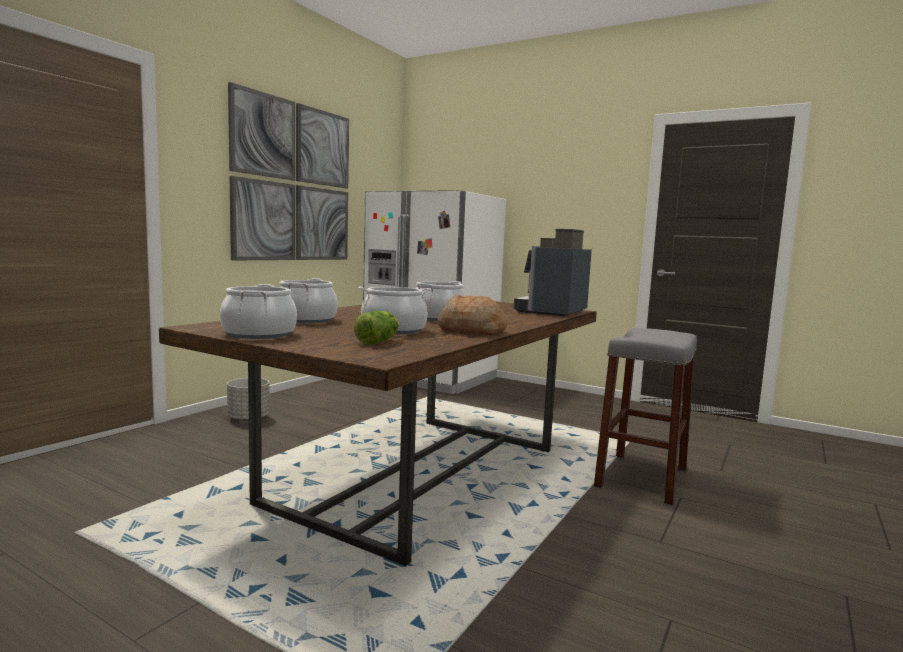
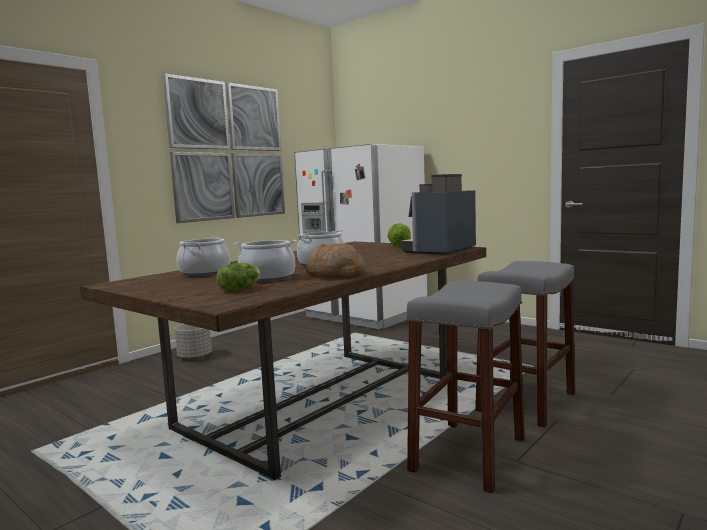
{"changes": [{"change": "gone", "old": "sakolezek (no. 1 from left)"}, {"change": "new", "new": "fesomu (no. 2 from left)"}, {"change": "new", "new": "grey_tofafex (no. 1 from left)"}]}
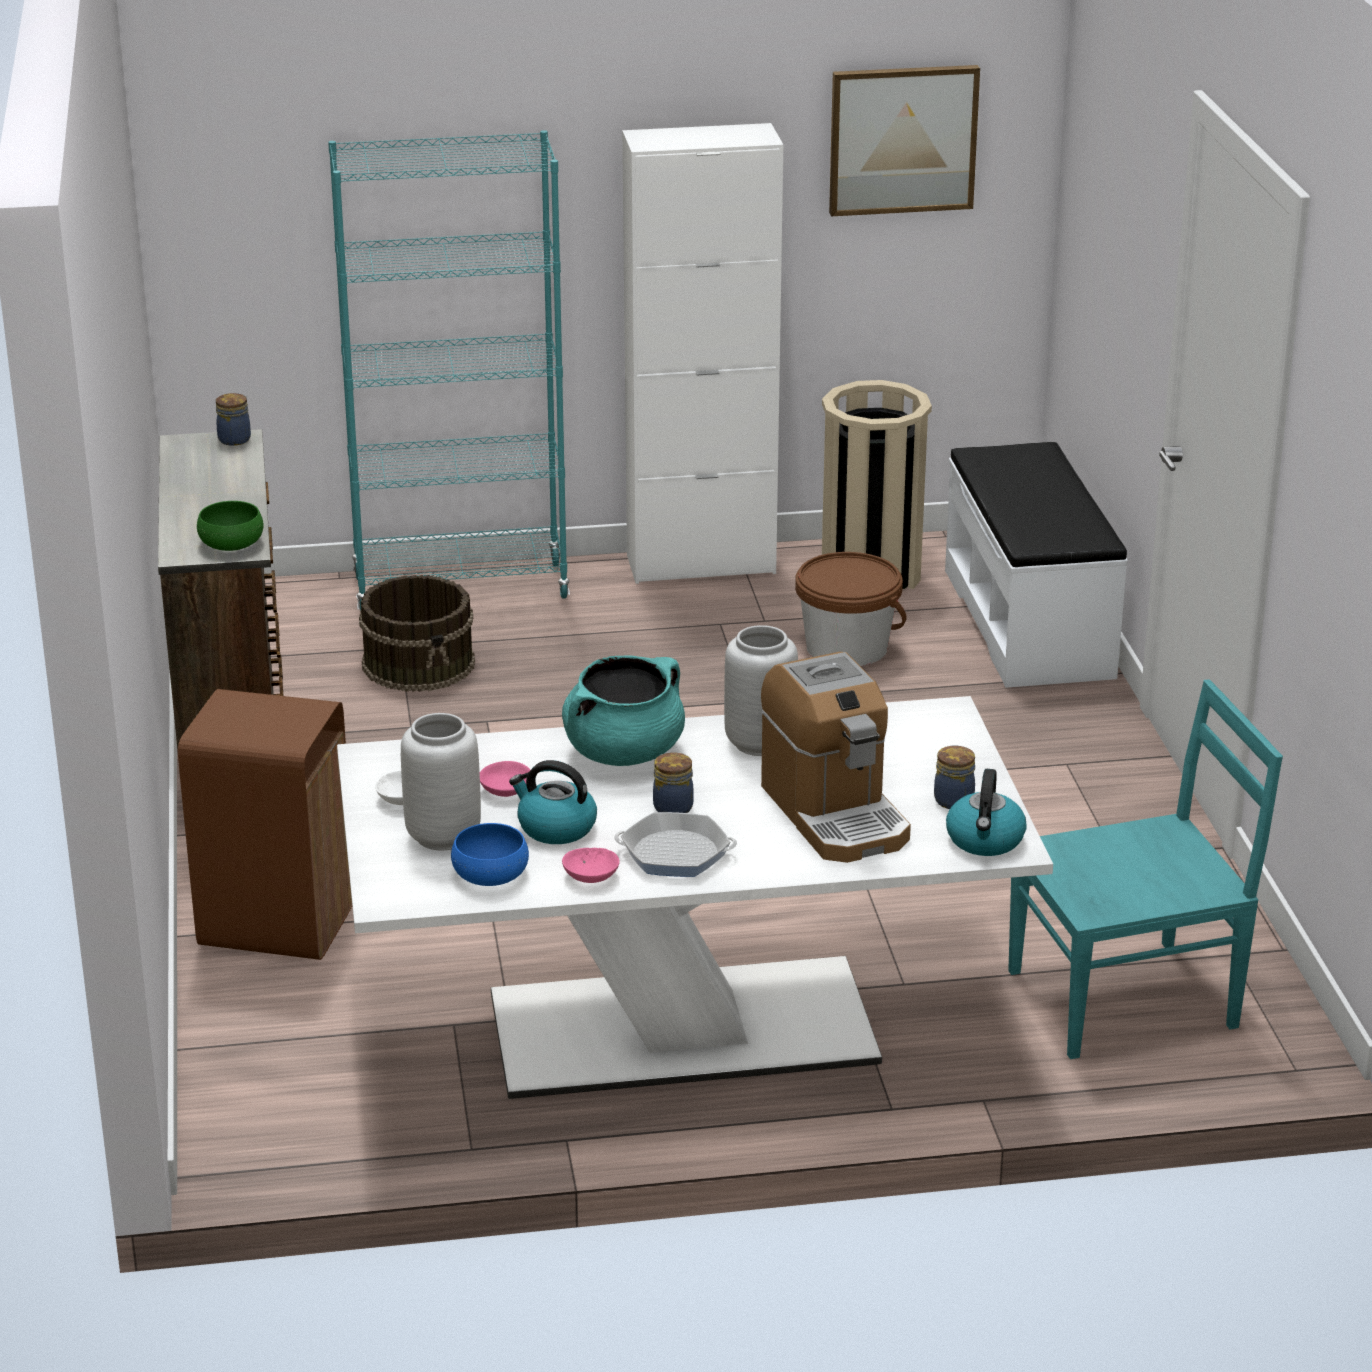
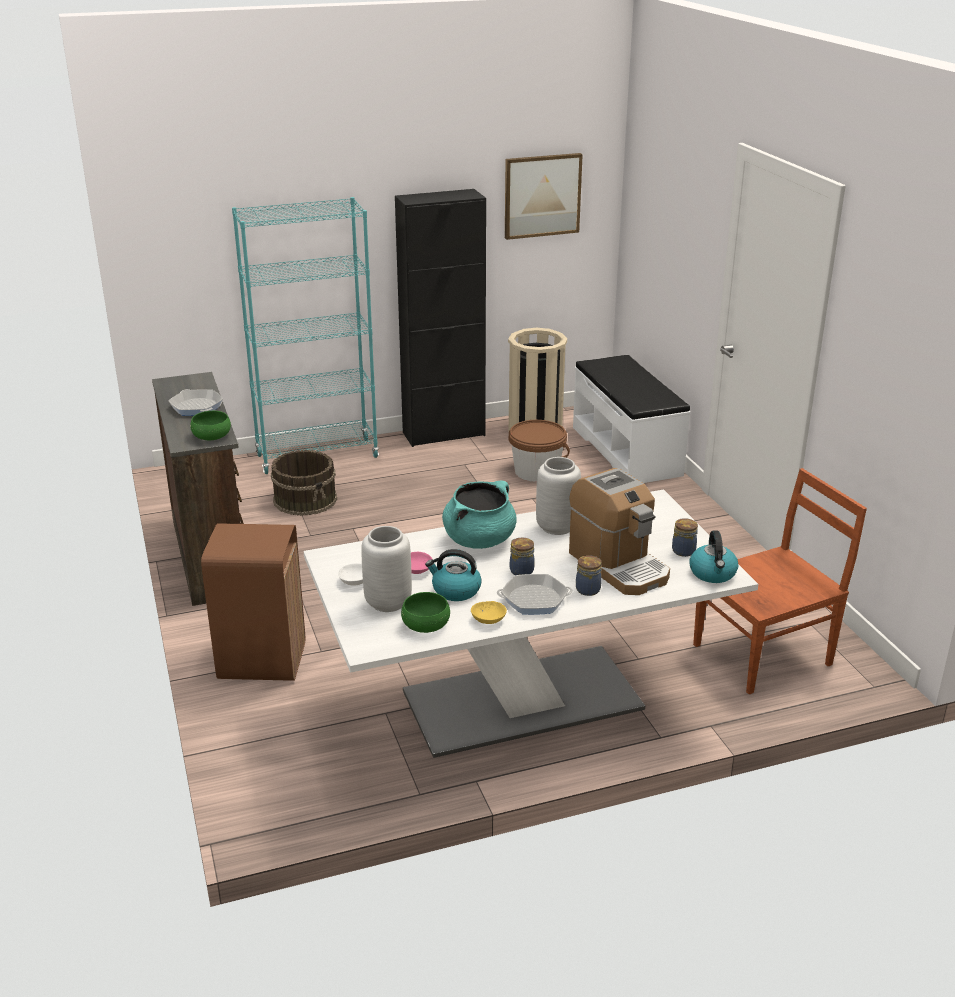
{"changes": [{"change": "shifted", "old": "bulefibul (no. 1 from left in the first image)", "new": "bulefibul (no. 2 from left)"}, {"change": "repainted", "old": "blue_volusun", "new": "green_volusun (no. 2 from left)"}, {"change": "repainted", "old": "pink_volusun (no. 2 from left)", "new": "yellow_volusun"}, {"change": "repainted", "old": "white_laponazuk", "new": "black_laponazuk"}, {"change": "repainted", "old": "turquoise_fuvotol", "new": "brown_fuvotol"}, {"change": "new", "new": "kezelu (no. 1 from left)"}]}
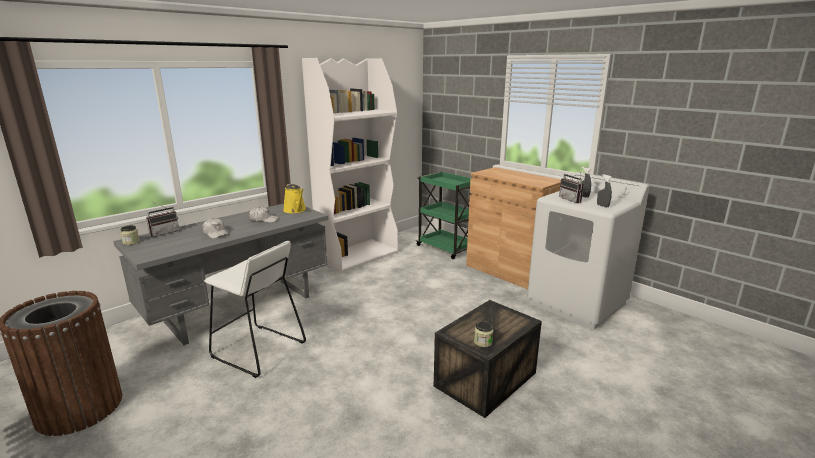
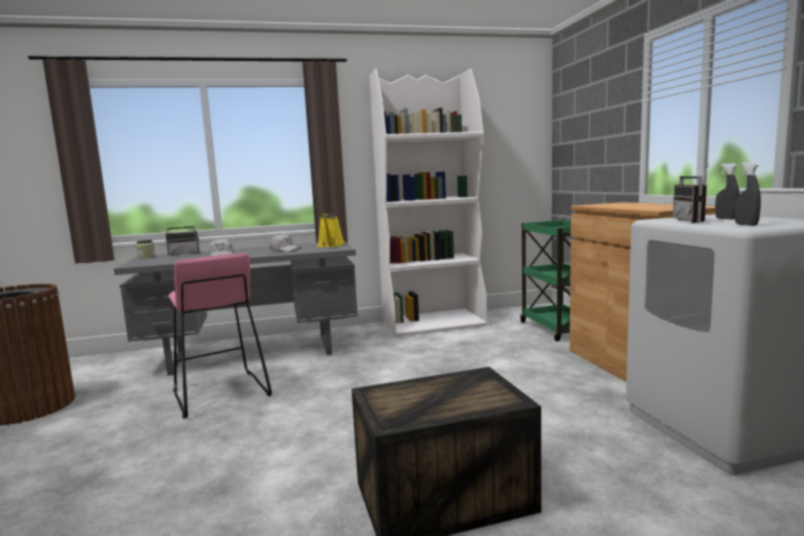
{"changes": [{"change": "repainted", "old": "white_tofafex", "new": "pink_tofafex"}, {"change": "gone", "old": "bulefibul (no. 2 from left)"}]}
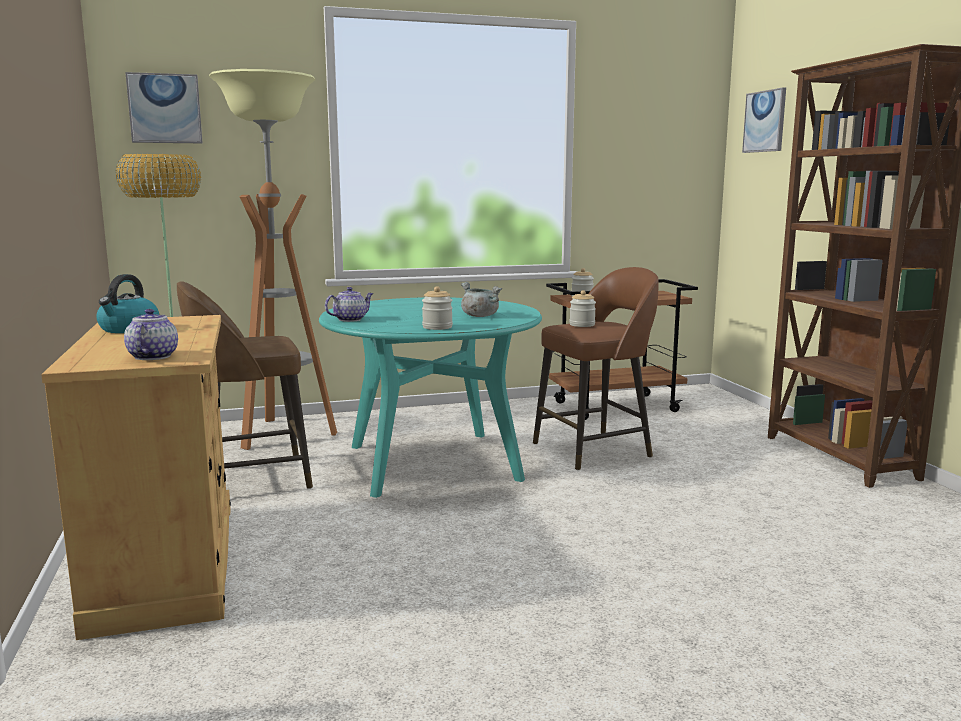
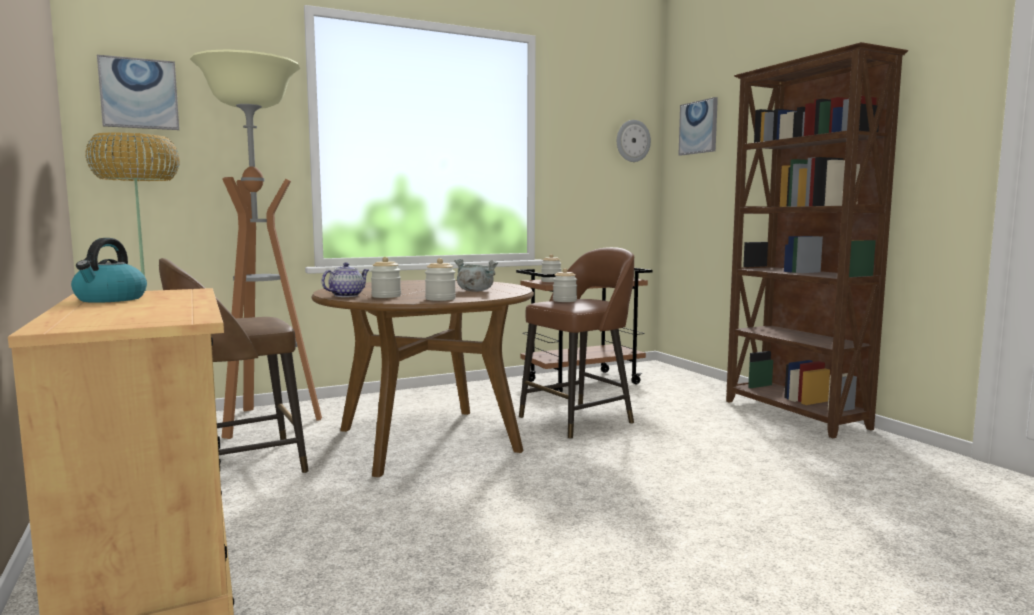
{"changes": [{"change": "gone", "old": "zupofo (no. 1 from left)"}, {"change": "repainted", "old": "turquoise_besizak", "new": "brown_besizak"}, {"change": "new", "new": "bulefibul (no. 1 from left)"}, {"change": "new", "new": "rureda"}]}
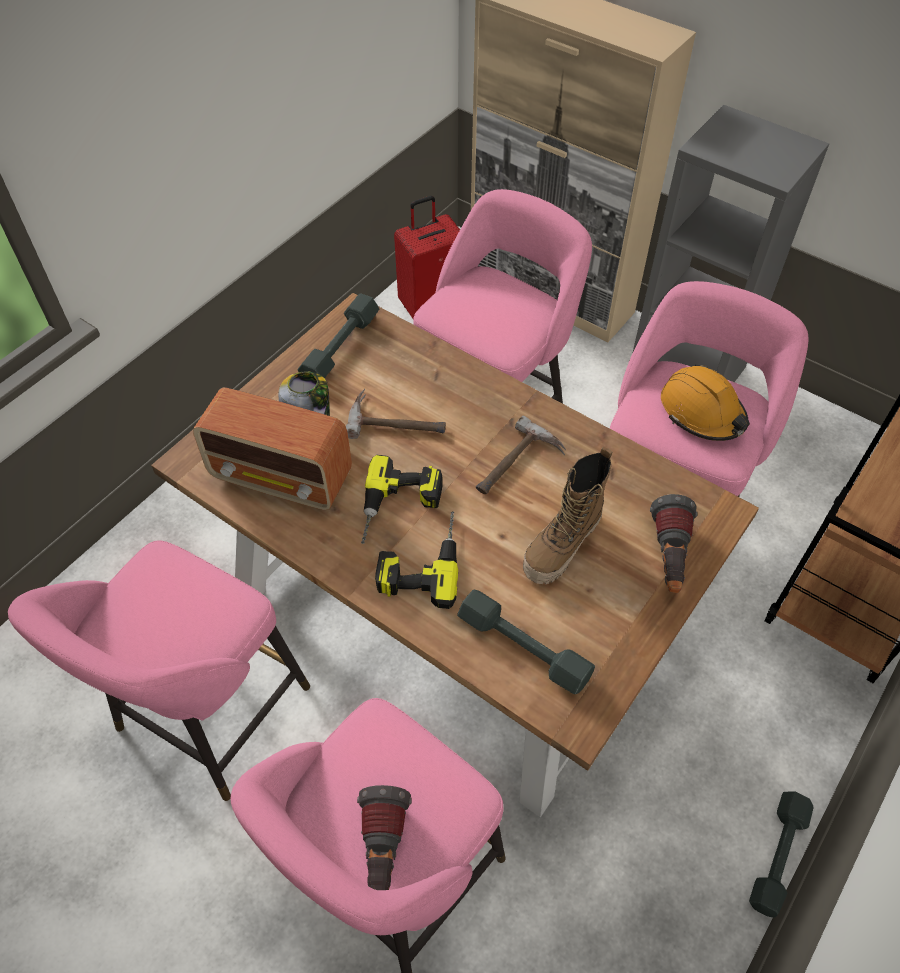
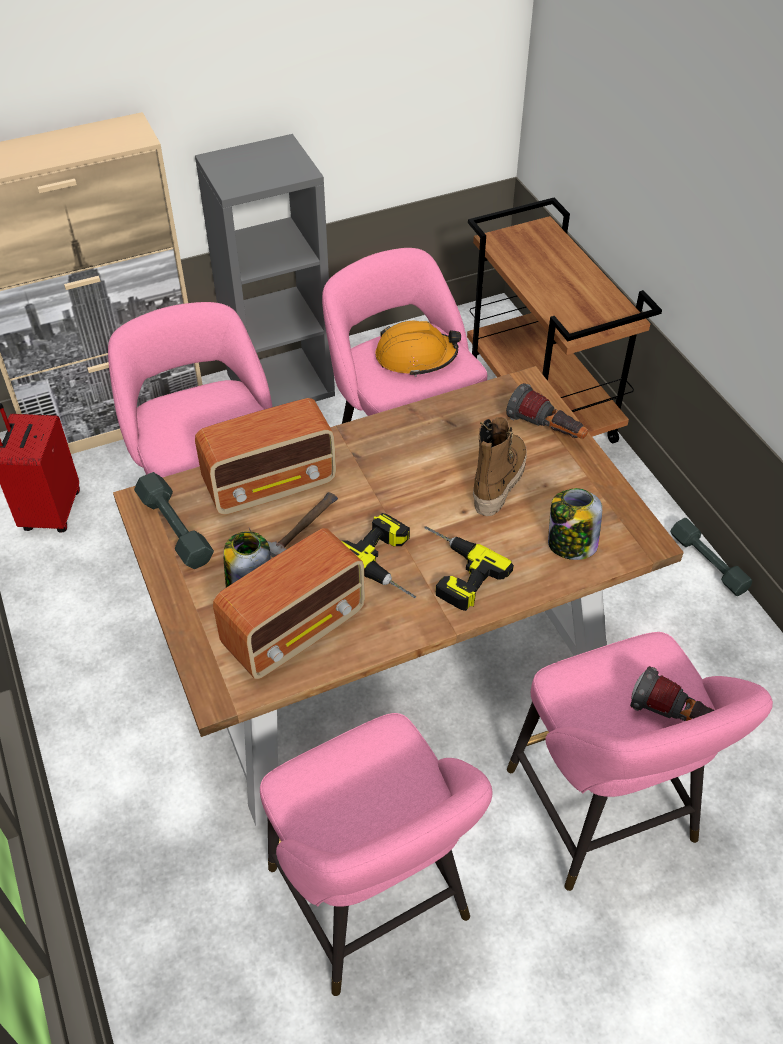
{"changes": [{"change": "swapped", "old": "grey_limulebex (no. 2 from left)", "new": "bulefibul (no. 2 from left)"}, {"change": "gone", "old": "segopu (no. 2 from left)"}, {"change": "rotated", "old": "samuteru", "degrees": -135}, {"change": "new", "new": "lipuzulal (no. 1 from left)"}]}
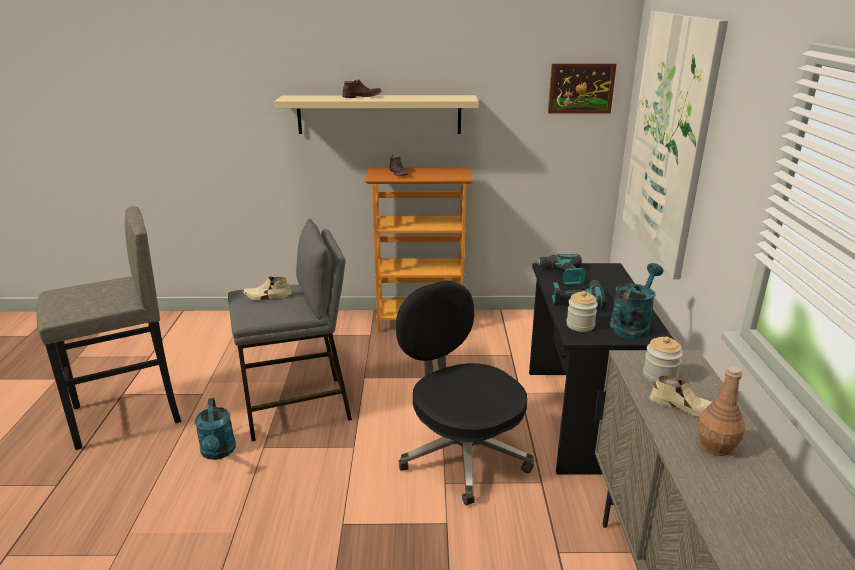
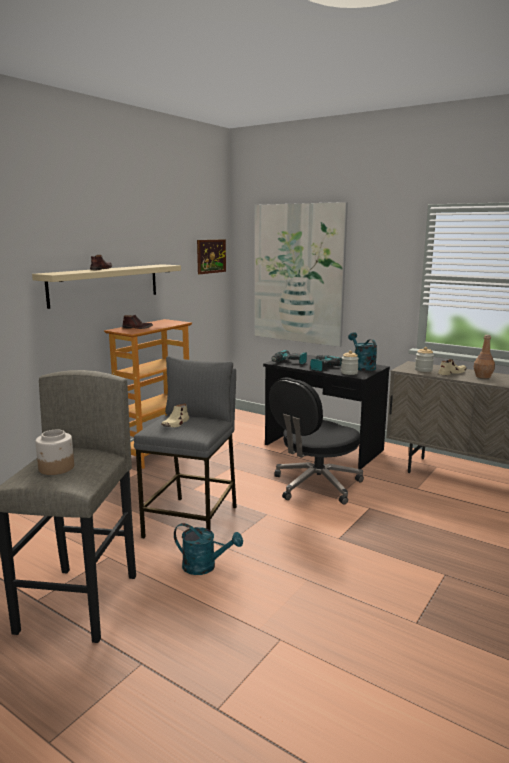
{"changes": [{"change": "rotated", "old": "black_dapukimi", "degrees": -45}, {"change": "new", "new": "bulefibul (no. 1 from left)"}]}
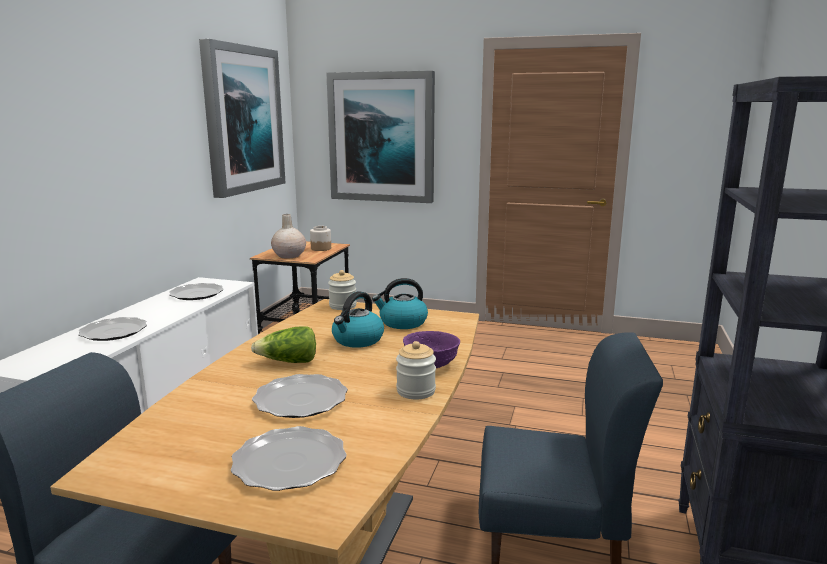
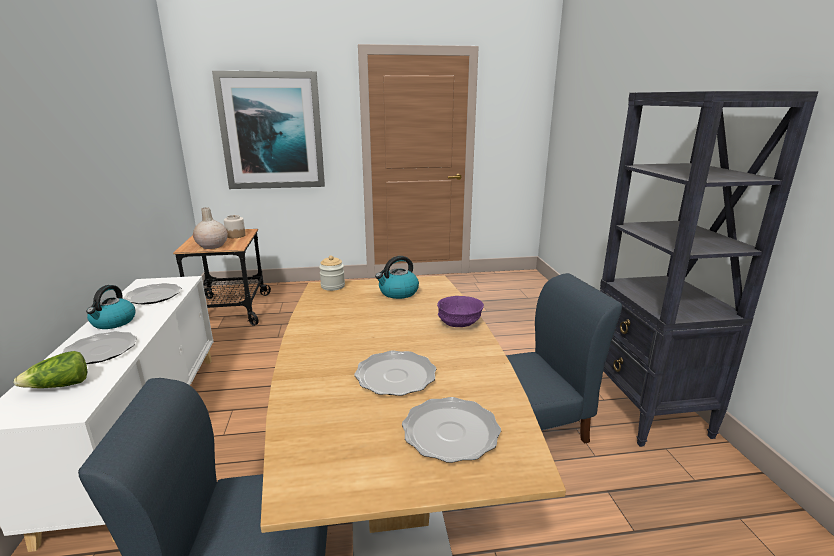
{"changes": [{"change": "gone", "old": "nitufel (no. 1 from left)"}, {"change": "shifted", "old": "fesomu"}, {"change": "shifted", "old": "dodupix (no. 1 from left)"}, {"change": "gone", "old": "bulefibul (no. 3 from left)"}]}
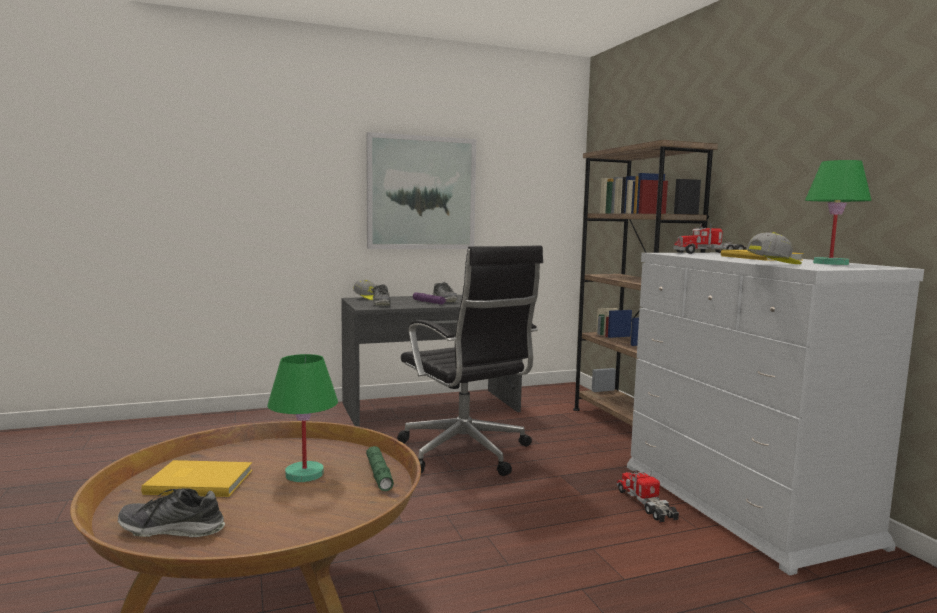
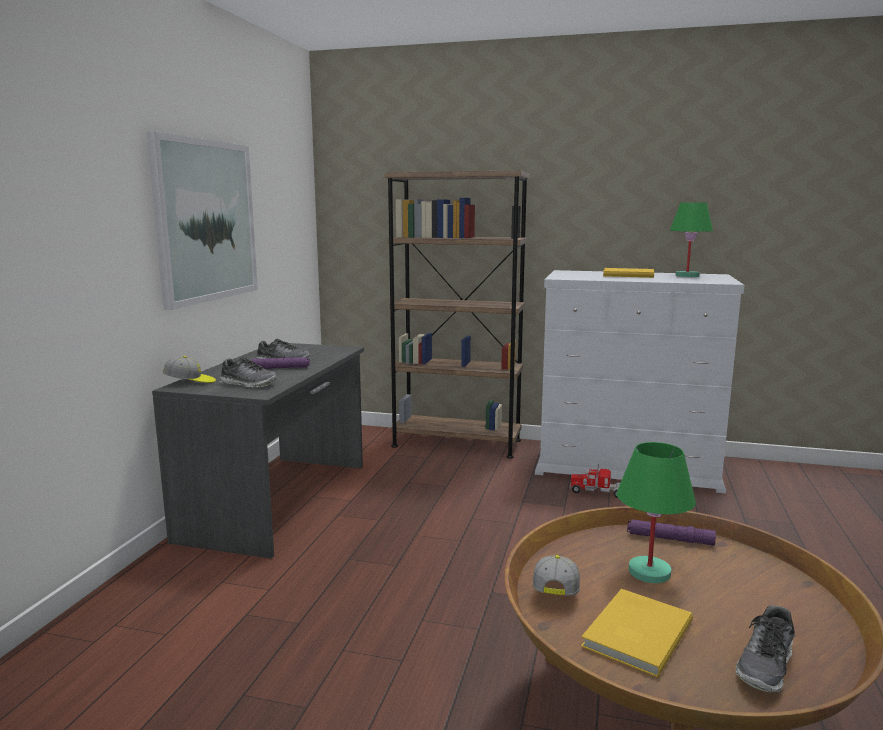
{"changes": [{"change": "repainted", "old": "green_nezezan", "new": "purple_nezezan (no. 2 from left)"}, {"change": "gone", "old": "black_dapukimi"}, {"change": "gone", "old": "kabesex (no. 2 from left)"}, {"change": "shifted", "old": "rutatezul (no. 2 from left)"}]}
